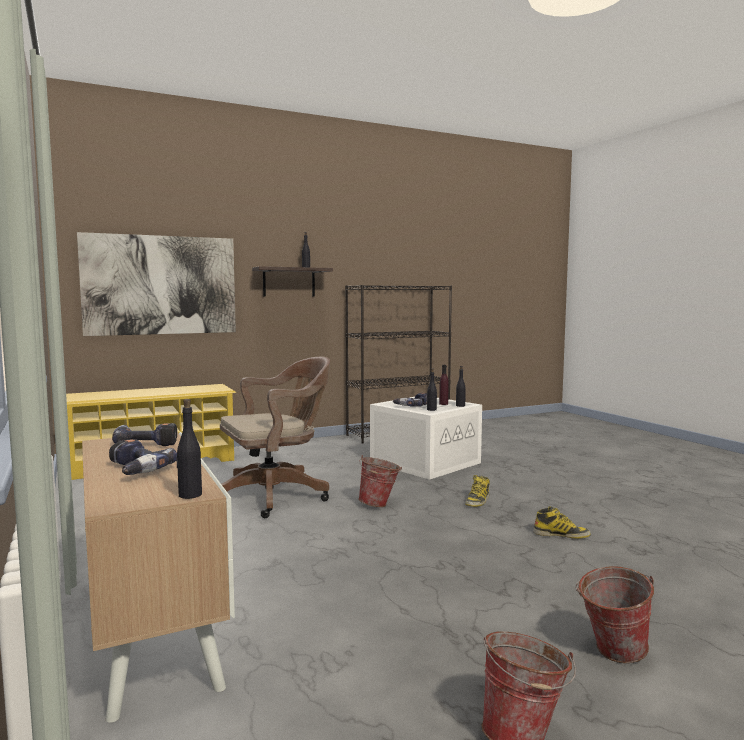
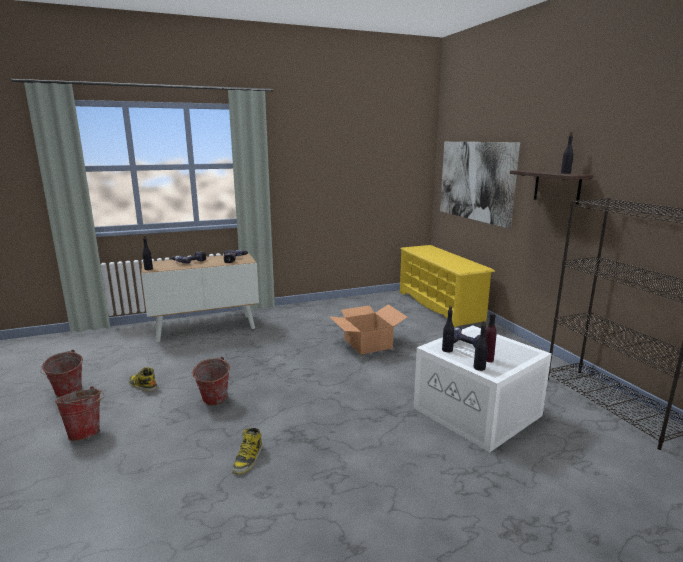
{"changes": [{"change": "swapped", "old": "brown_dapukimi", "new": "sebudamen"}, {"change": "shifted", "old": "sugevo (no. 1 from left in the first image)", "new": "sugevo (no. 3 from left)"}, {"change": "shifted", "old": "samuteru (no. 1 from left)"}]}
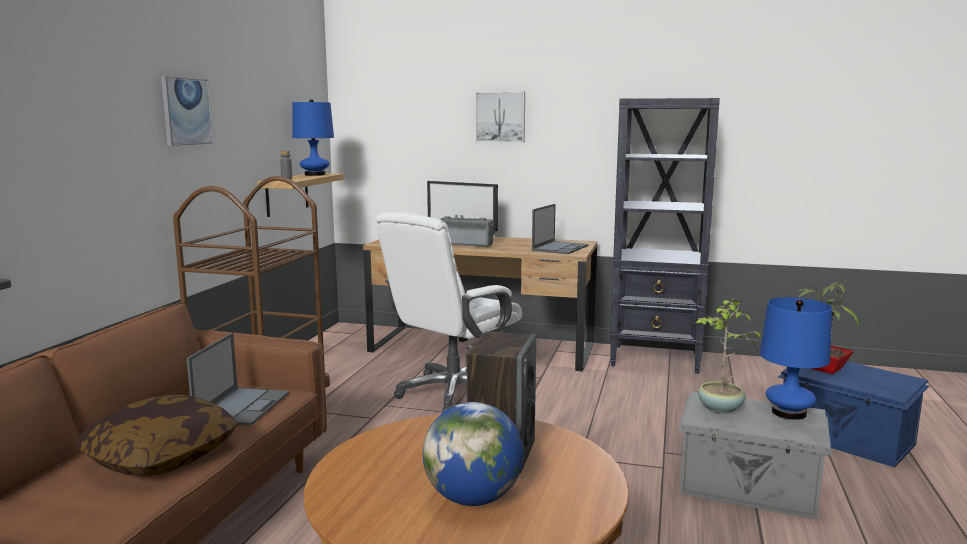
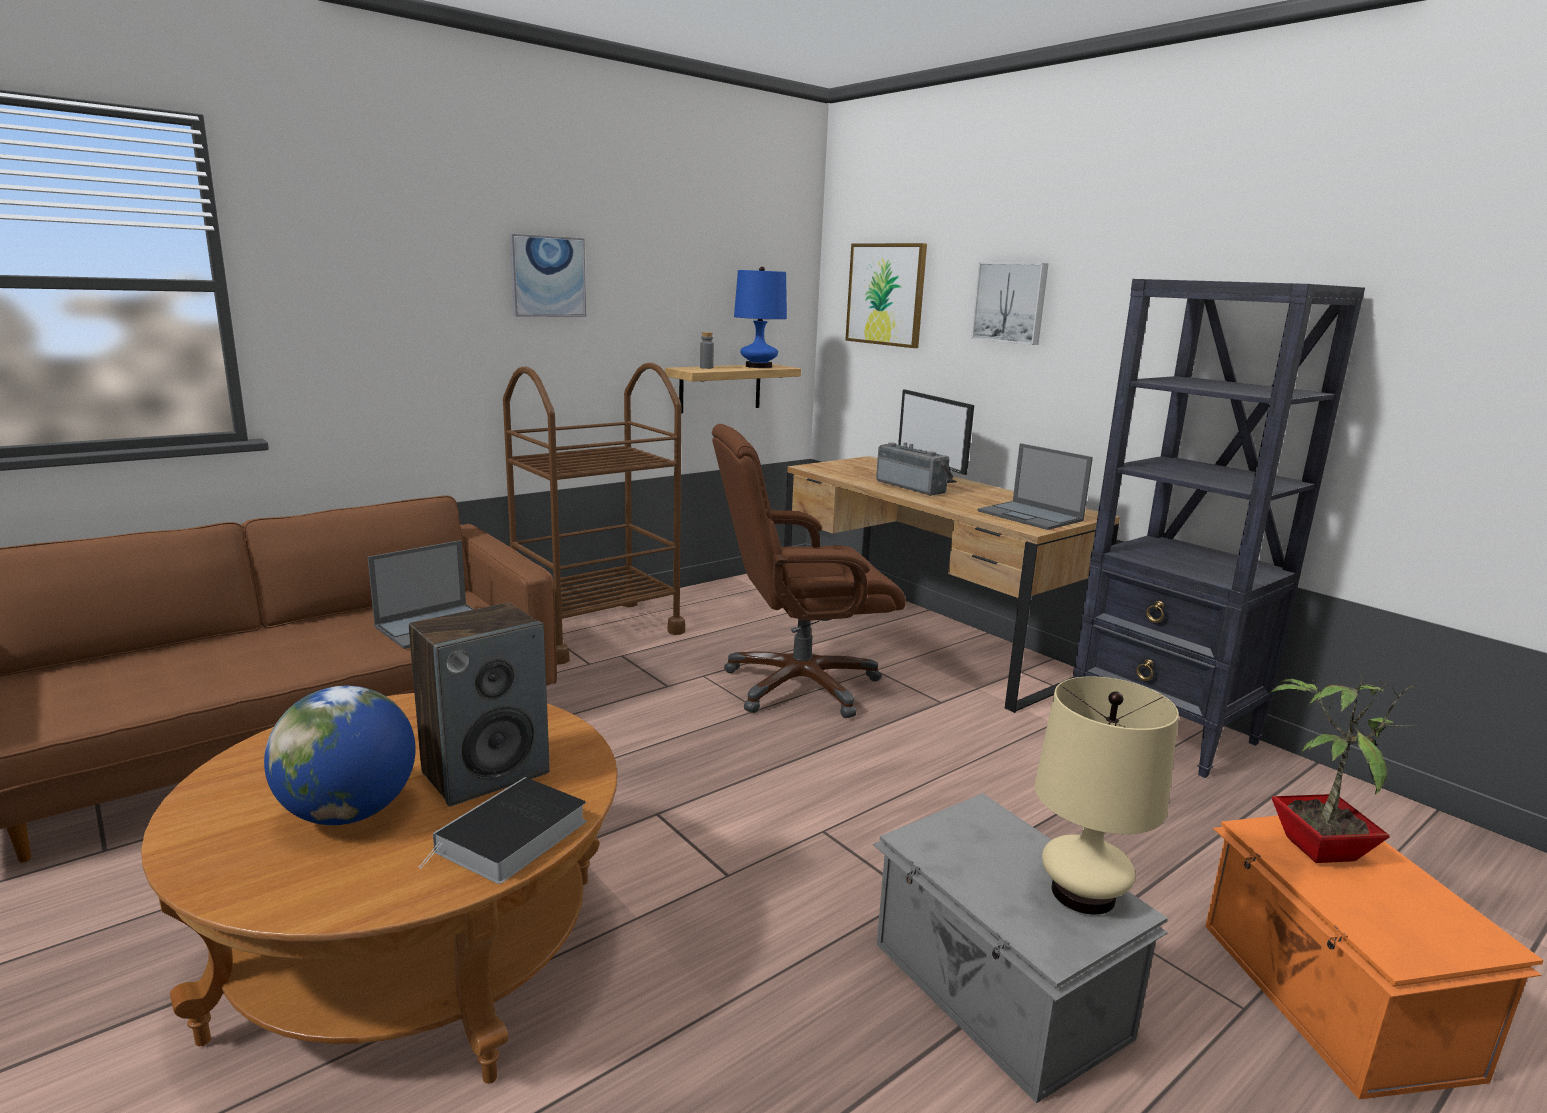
{"changes": [{"change": "gone", "old": "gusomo"}, {"change": "repainted", "old": "white_dapukimi", "new": "brown_dapukimi"}, {"change": "rotated", "old": "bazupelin (no. 2 from left)", "degrees": 75}, {"change": "gone", "old": "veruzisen (no. 1 from left)"}, {"change": "repainted", "old": "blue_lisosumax (no. 2 from left)", "new": "beige_lisosumax"}, {"change": "repainted", "old": "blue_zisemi", "new": "orange_zisemi"}, {"change": "new", "new": "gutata"}, {"change": "new", "new": "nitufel (no. 2 from left)"}]}
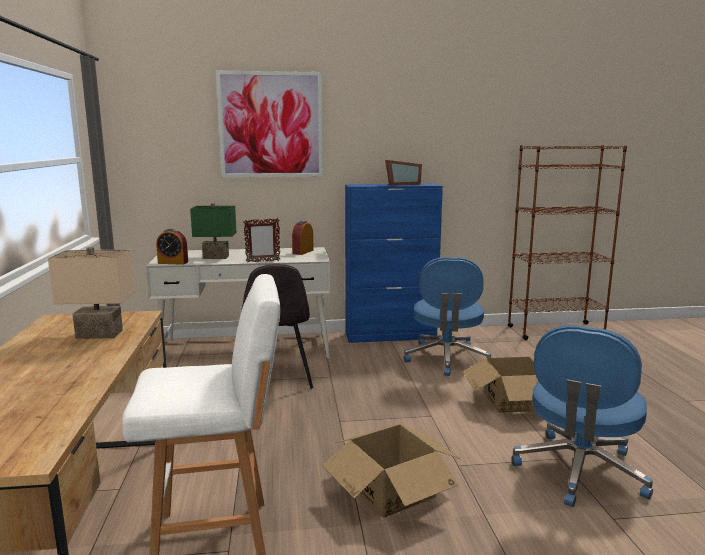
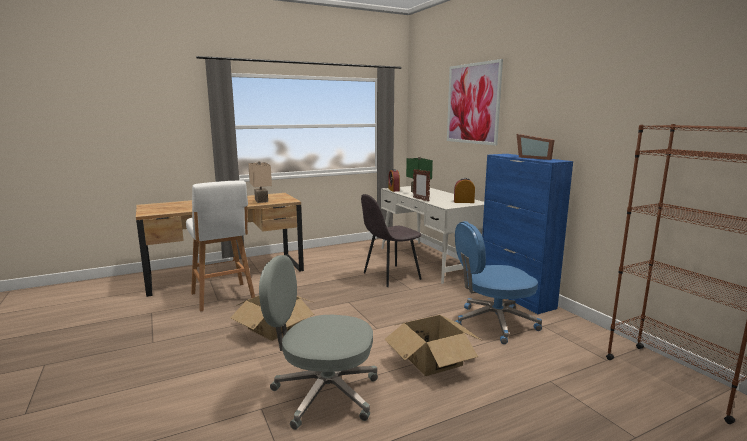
{"changes": [{"change": "repainted", "old": "blue_dapukimi (no. 2 from left)", "new": "grey_dapukimi"}]}
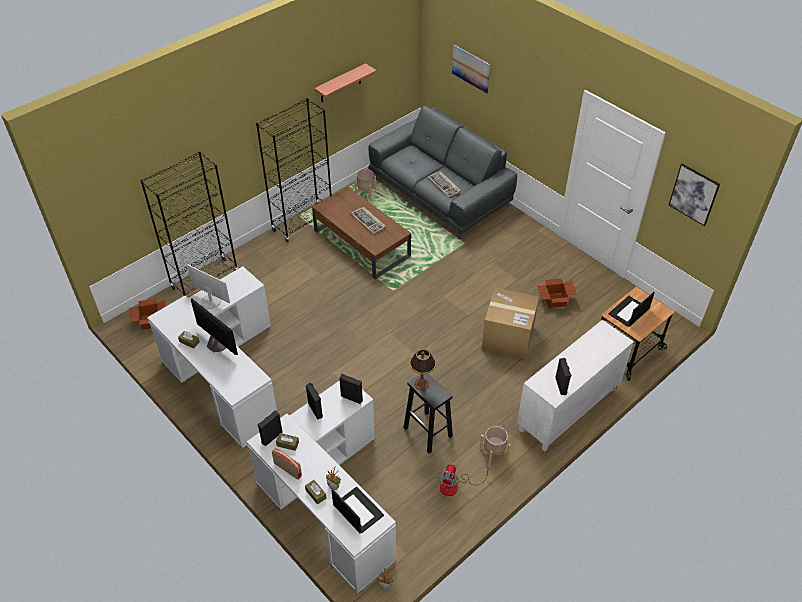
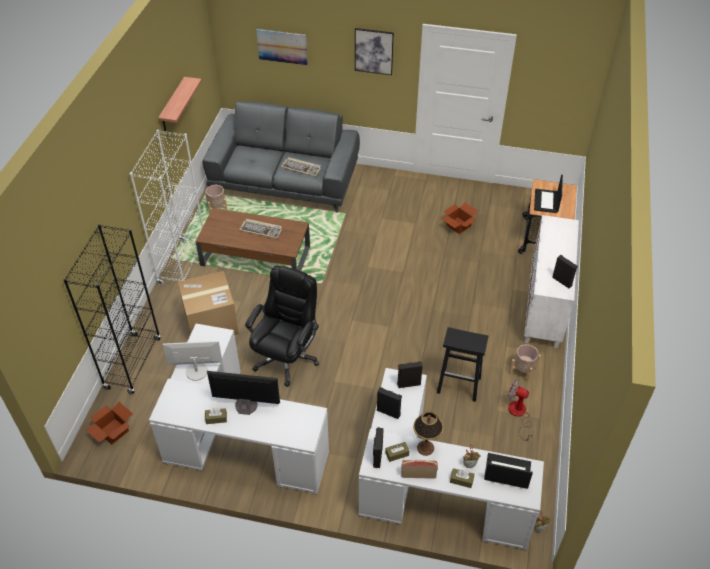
{"changes": [{"change": "repainted", "old": "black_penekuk (no. 2 from left)", "new": "white_penekuk"}, {"change": "shifted", "old": "lisosumax"}, {"change": "rotated", "old": "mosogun", "degrees": 135}, {"change": "shifted", "old": "sebudamen (no. 2 from left)"}, {"change": "shifted", "old": "nitufel (no. 2 from left)"}, {"change": "new", "new": "black_dapukimi"}]}
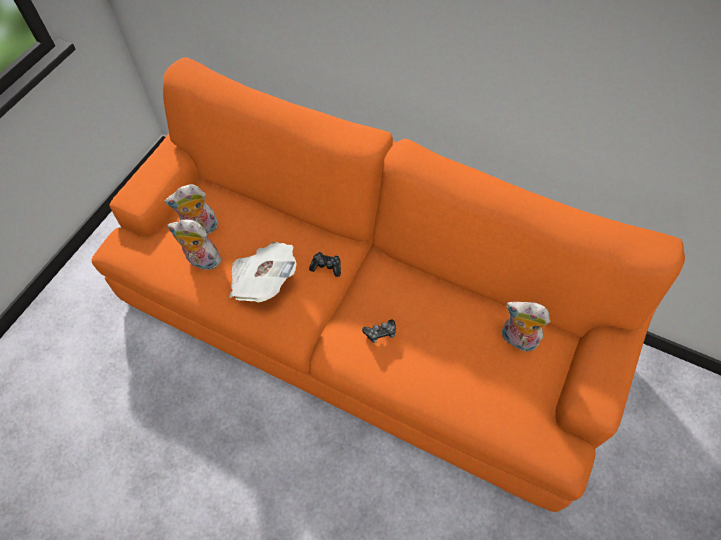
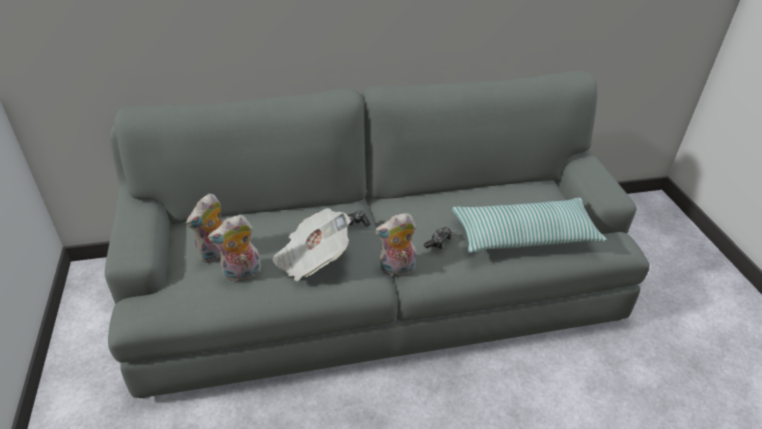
{"changes": [{"change": "repainted", "old": "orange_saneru", "new": "grey_saneru"}, {"change": "shifted", "old": "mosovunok (no. 3 from left)"}, {"change": "new", "new": "gusomo"}]}
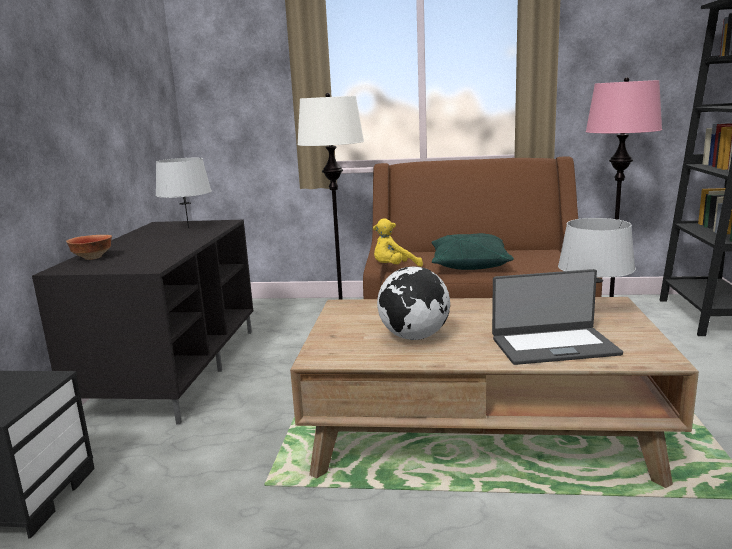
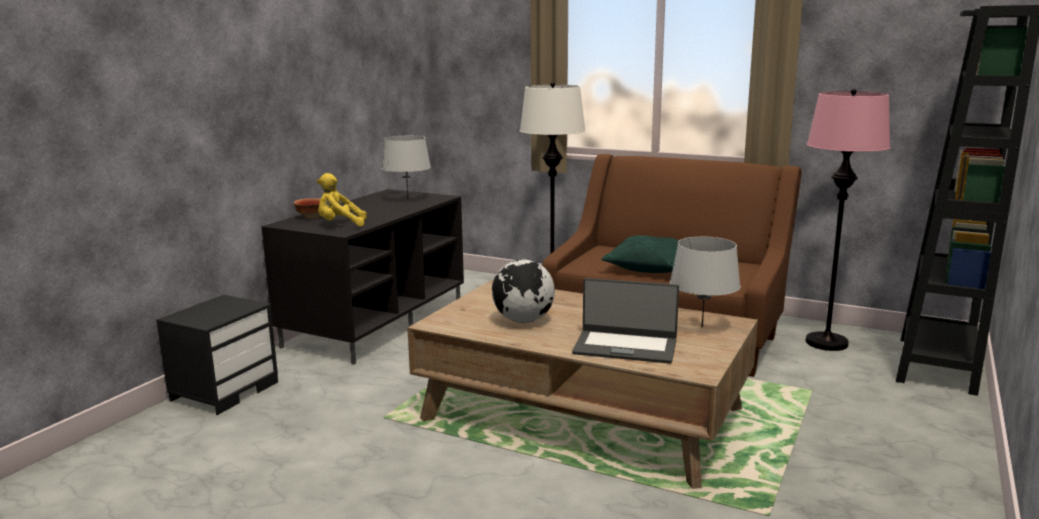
{"changes": [{"change": "shifted", "old": "yellow_mosovunok"}]}
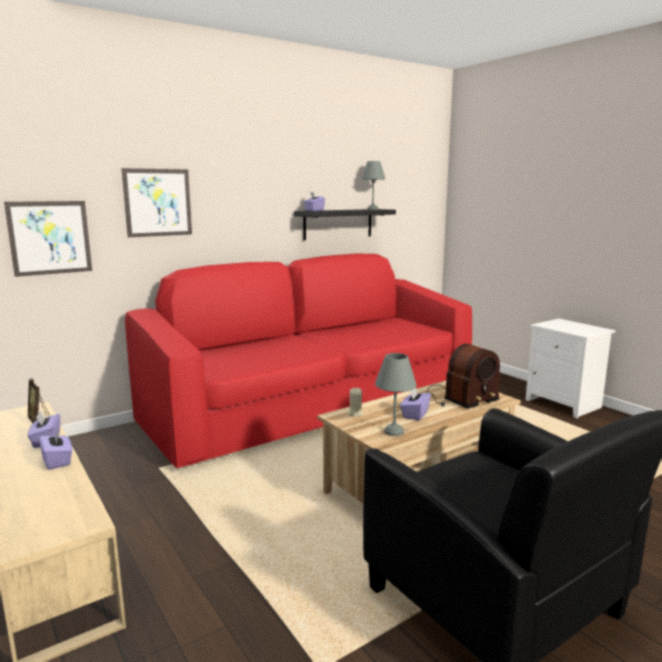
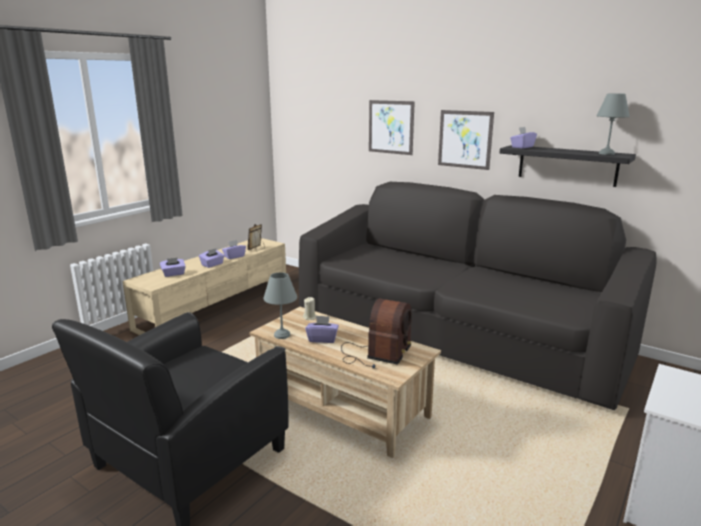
{"changes": [{"change": "shifted", "old": "nitufel (no. 1 from left in the first image)", "new": "nitufel (no. 2 from left)"}, {"change": "repainted", "old": "red_saneru", "new": "black_saneru"}, {"change": "rotated", "old": "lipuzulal", "degrees": -105}, {"change": "new", "new": "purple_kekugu (no. 1 from left)"}]}
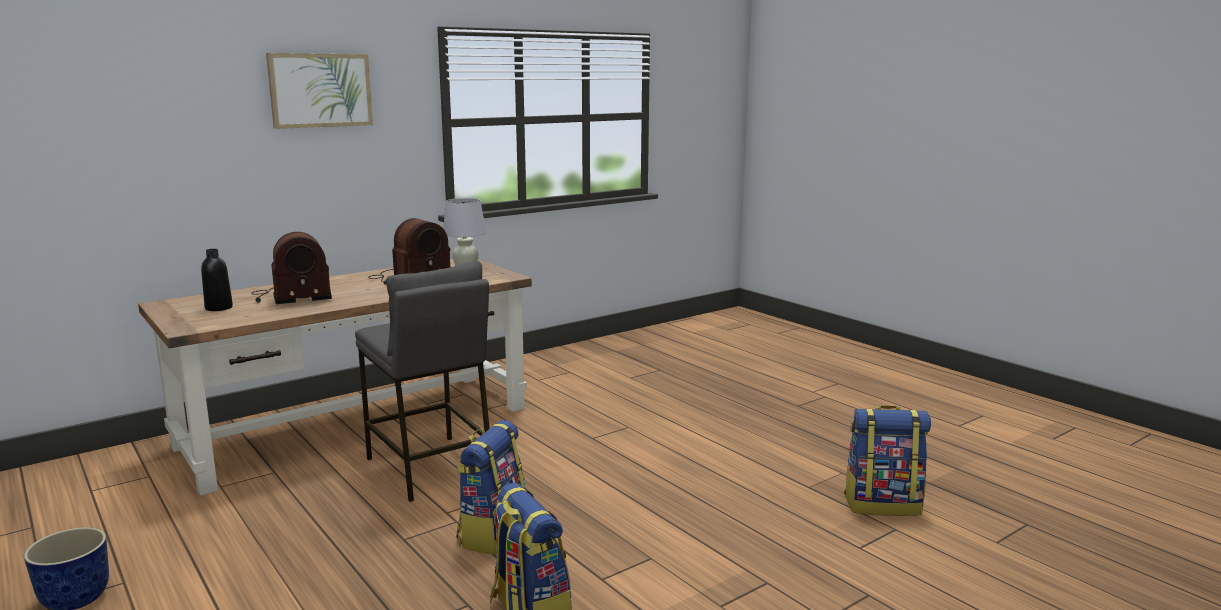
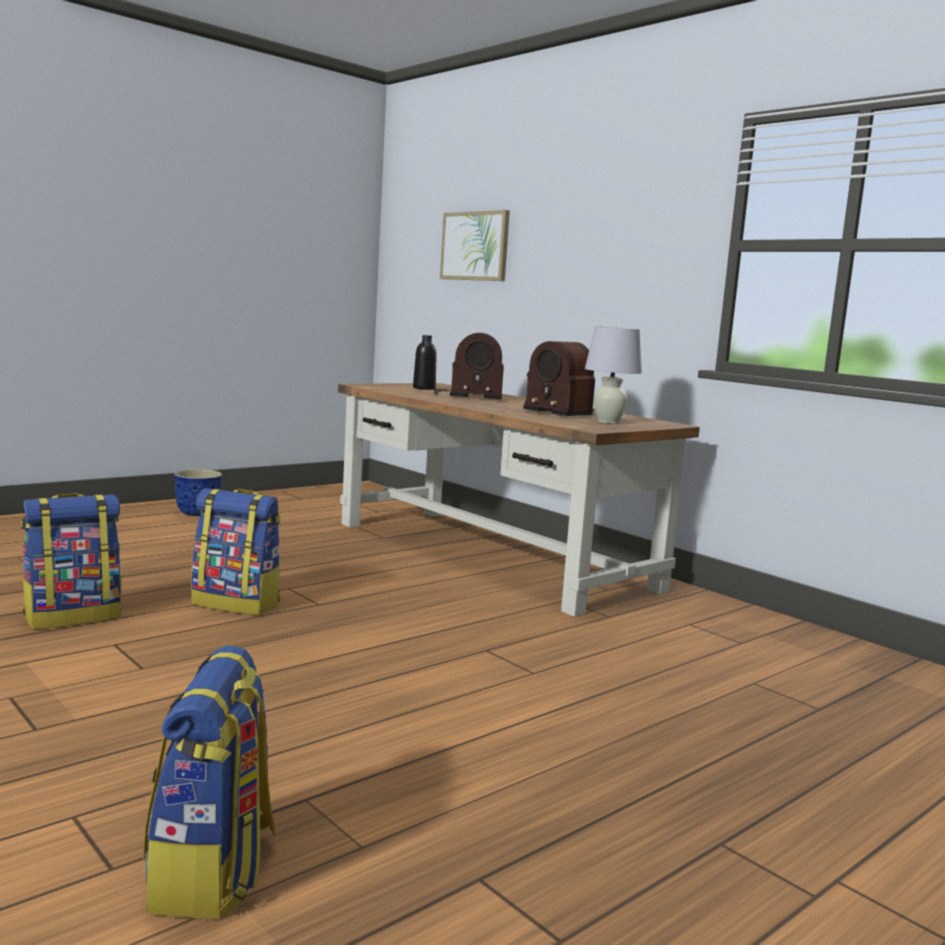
{"changes": [{"change": "rotated", "old": "lipuzulal (no. 1 from left)", "degrees": -60}, {"change": "shifted", "old": "nitufel"}, {"change": "gone", "old": "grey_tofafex"}]}
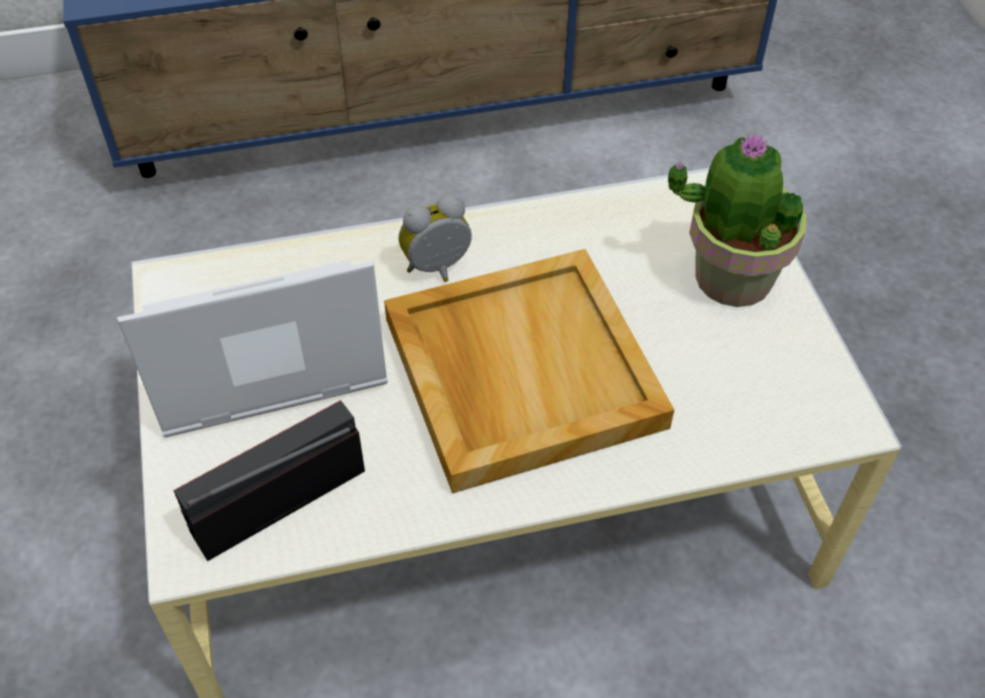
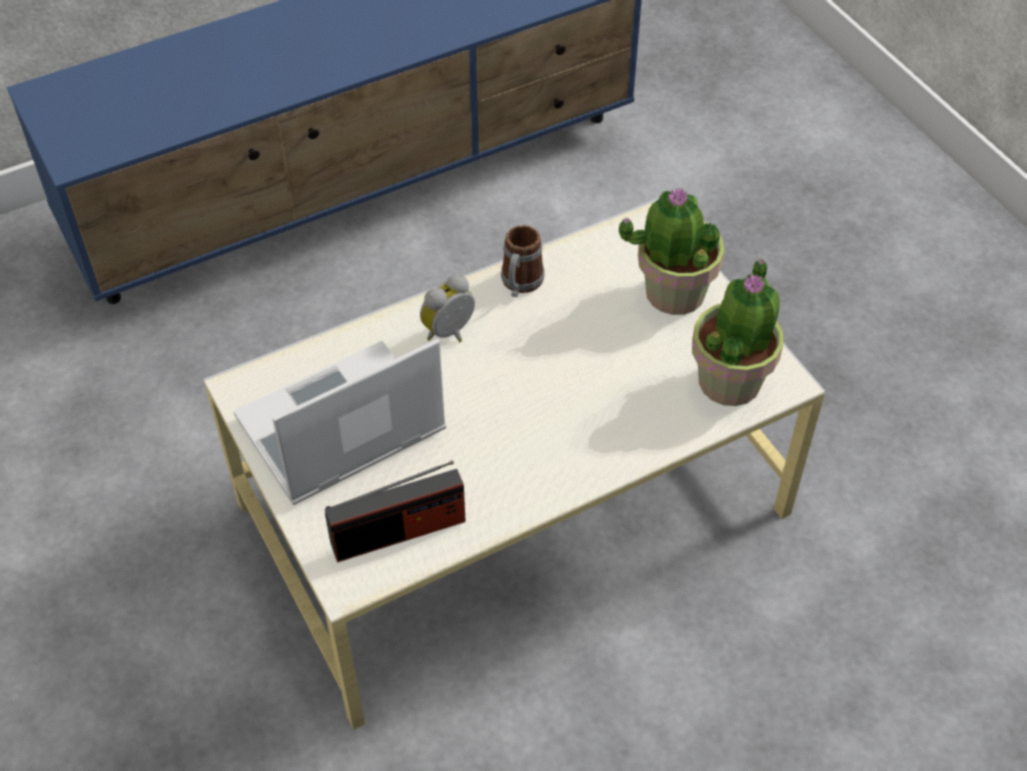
{"changes": [{"change": "rotated", "old": "lipuzulal", "degrees": -150}, {"change": "gone", "old": "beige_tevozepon"}, {"change": "new", "new": "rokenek"}, {"change": "new", "new": "veruzisen (no. 2 from left)"}]}
